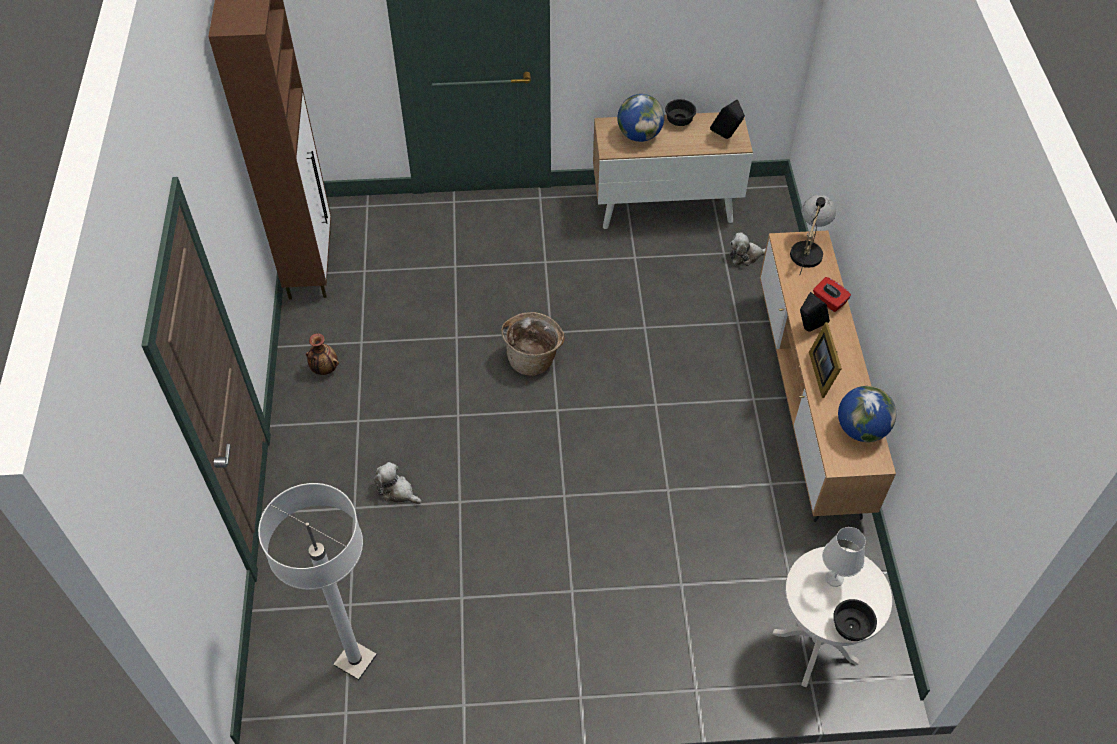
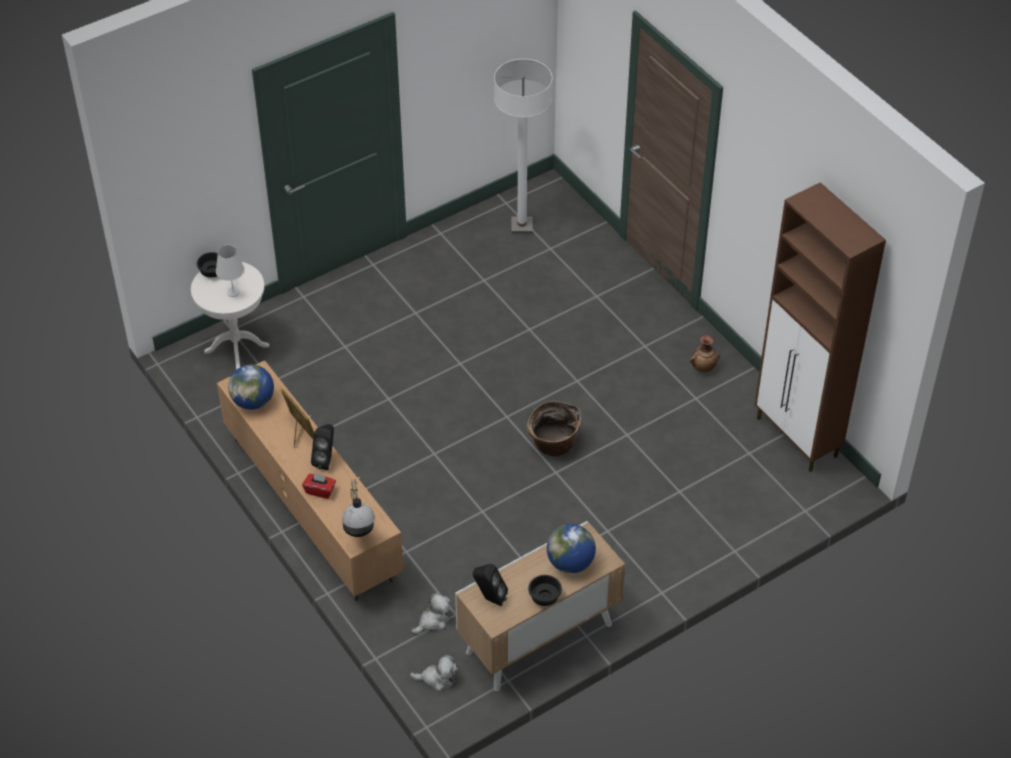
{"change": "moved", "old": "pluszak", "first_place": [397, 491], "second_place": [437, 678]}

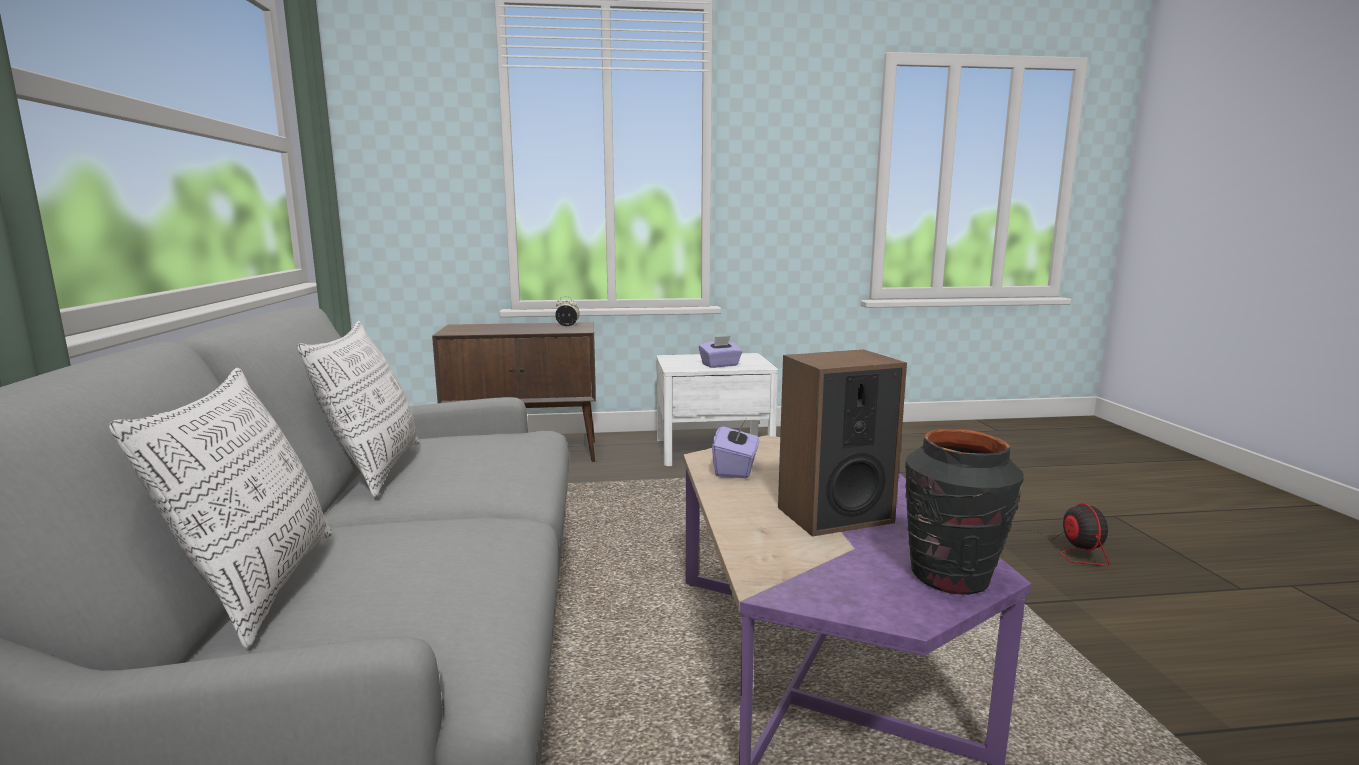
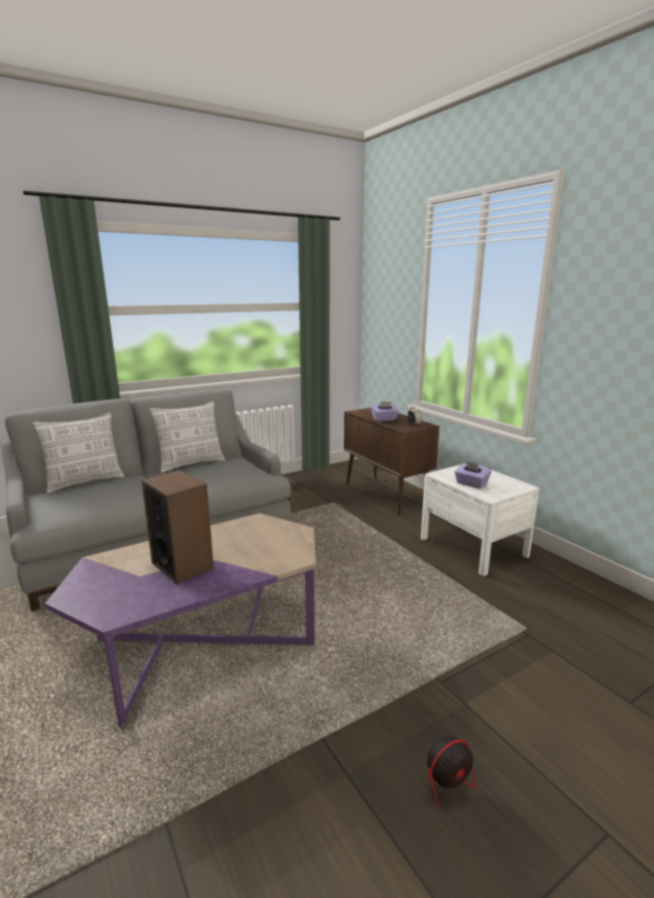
{"change": "moved", "old": "pudełko chusteczek/fioletowy", "first_place": [736, 469], "second_place": [384, 419]}
{"change": "removed", "old": "wazon/czarny", "first_place": [951, 577]}

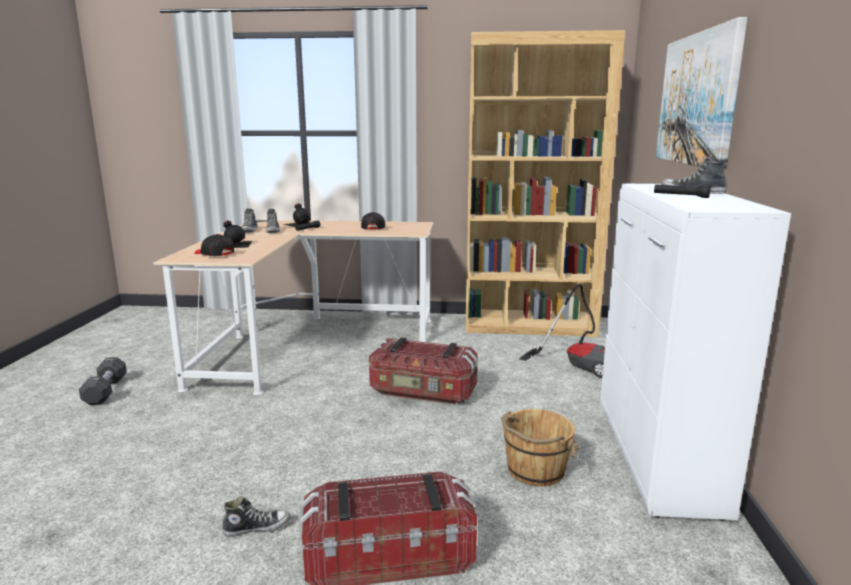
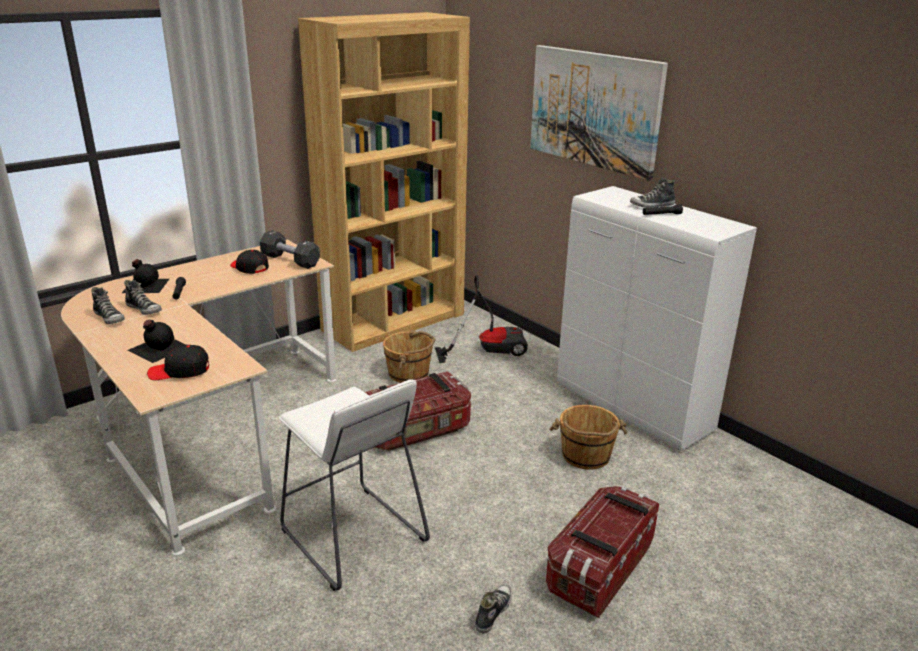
{"change": "moved", "old": "hantel/czarny", "first_place": [105, 391], "second_place": [290, 260]}
{"change": "added", "new": "wiadro/brązowy", "second_place": [409, 373]}
{"change": "added", "new": "stołek/biały", "second_place": [353, 536]}

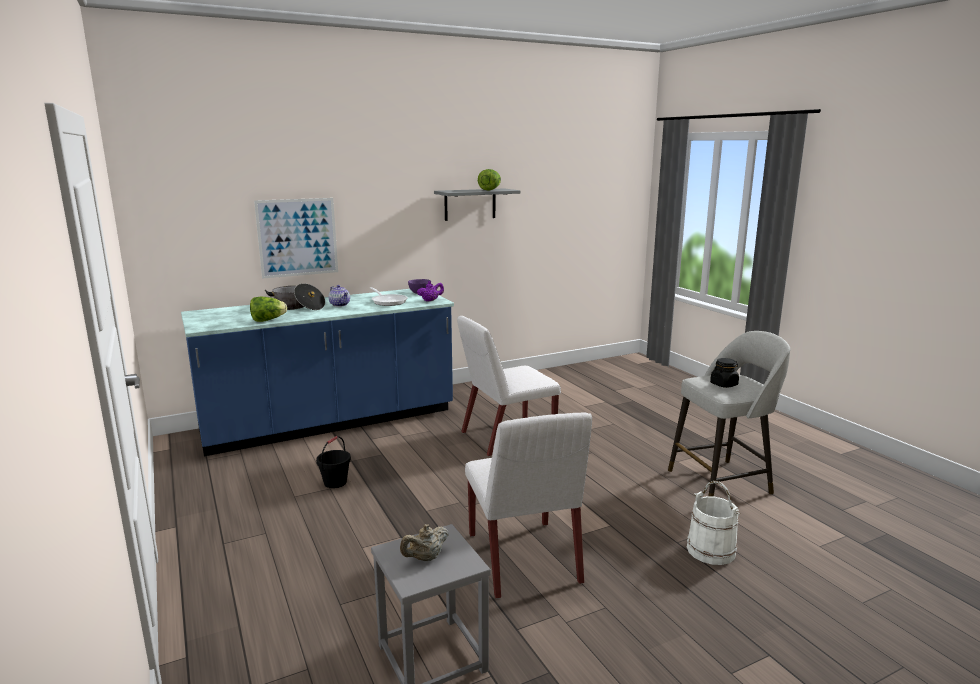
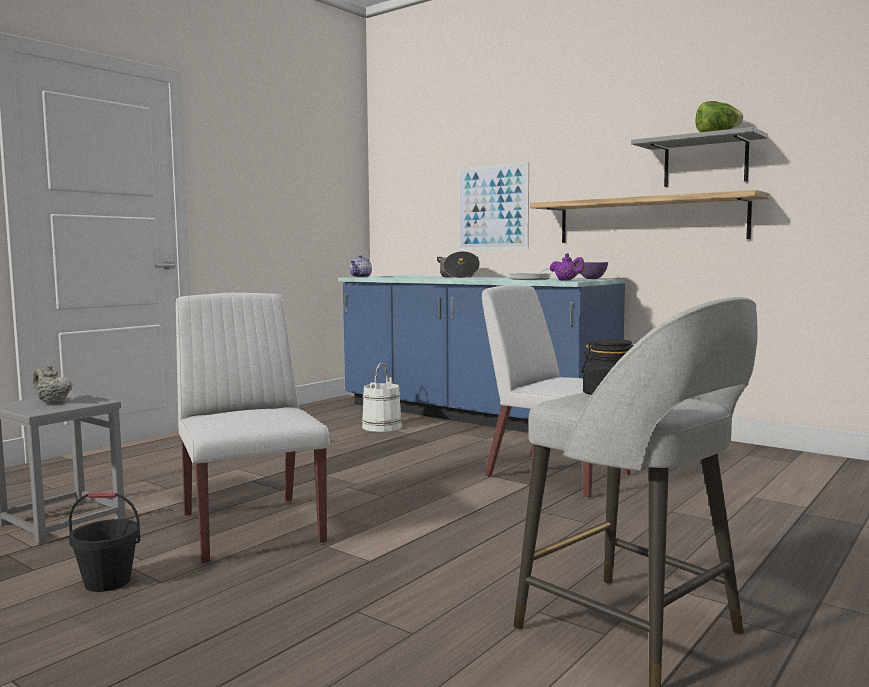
{"change": "moved", "old": "imbryk", "first_place": [340, 305], "second_place": [361, 277]}
{"change": "removed", "old": "sałata", "first_place": [268, 320]}
{"change": "turned", "old": "krzesło/biały", "first_place": [523, 559], "second_place": [251, 528], "degrees": 105}
{"change": "moved", "old": "wiadro/czarny", "first_place": [335, 482], "second_place": [108, 582]}
{"change": "moved", "old": "wiadro/biały", "first_place": [711, 550], "second_place": [382, 427]}
{"change": "added", "new": "półka", "second_place": [649, 220]}

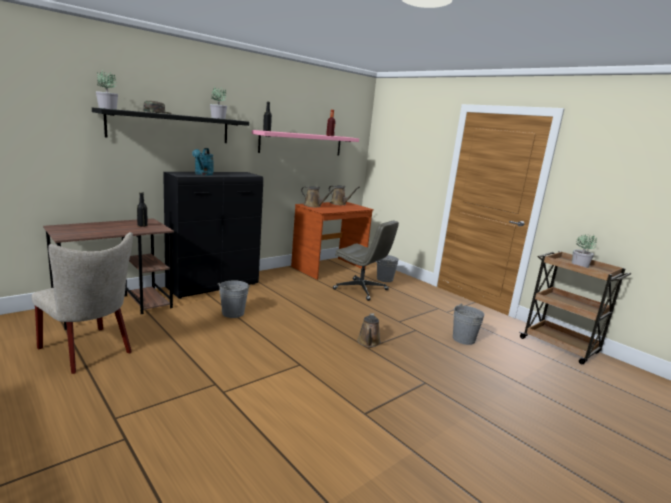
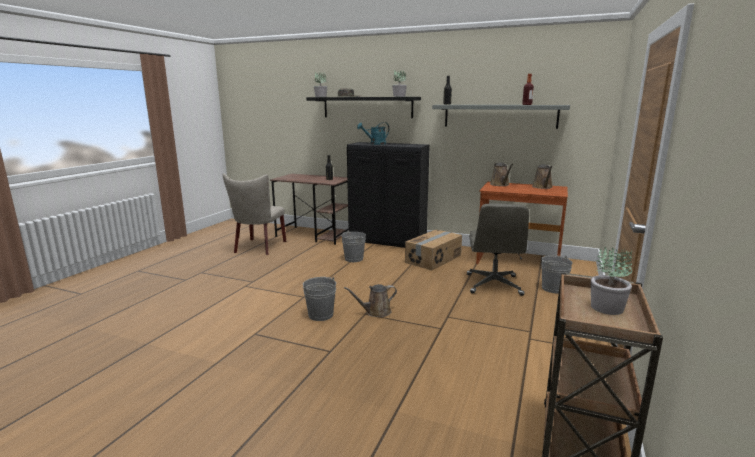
{"change": "recoloured", "old": "półka/różowy", "new": "półka/szary", "first_place": [302, 144], "second_place": [499, 116]}
{"change": "moved", "old": "wiadro/szary", "first_place": [463, 339], "second_place": [321, 315]}
{"change": "added", "new": "karton", "second_place": [434, 259]}

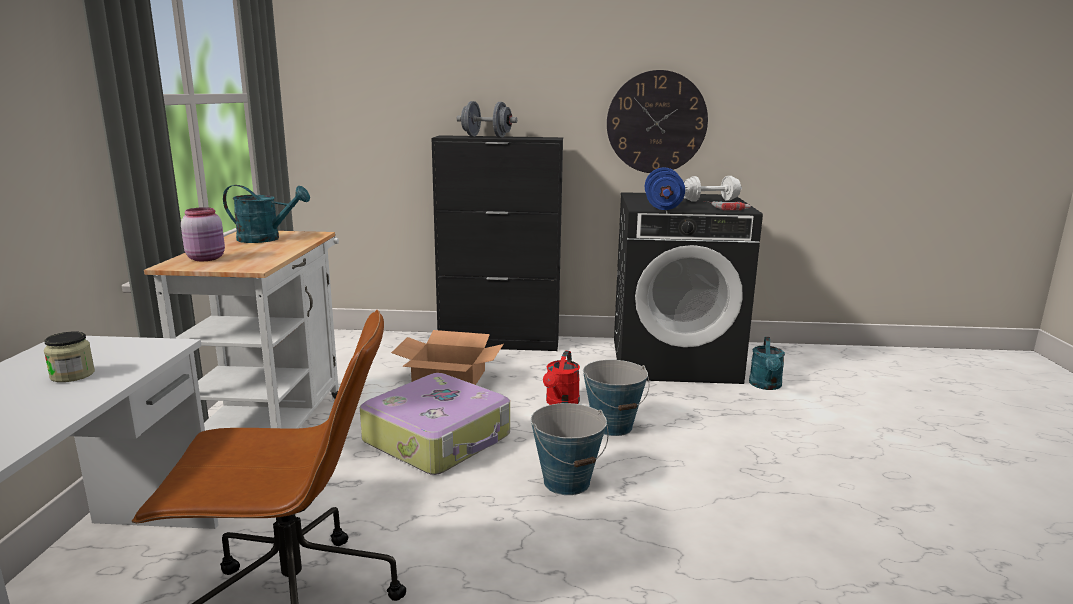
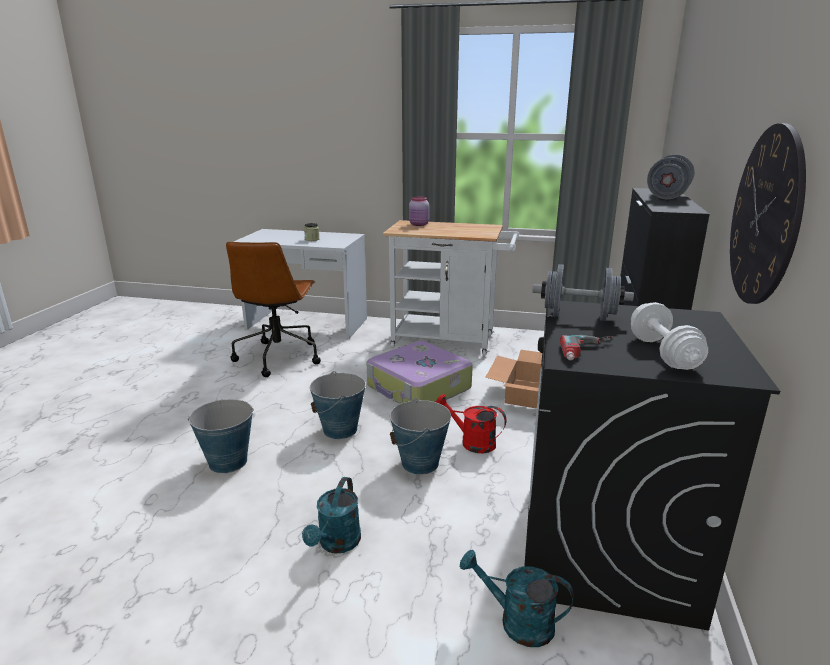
{"change": "recoloured", "old": "hantel/niebieski", "new": "hantel/szary", "first_place": [663, 207], "second_place": [579, 317]}
{"change": "moved", "old": "konewka/turkusowy", "first_place": [266, 239], "second_place": [336, 544]}
{"change": "added", "new": "wiadro", "second_place": [227, 462]}

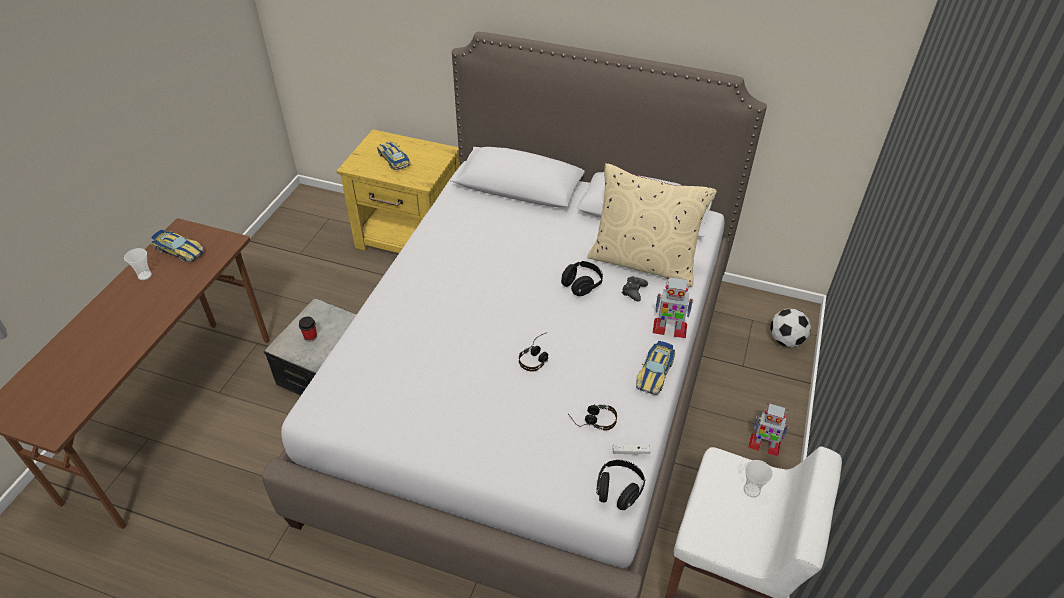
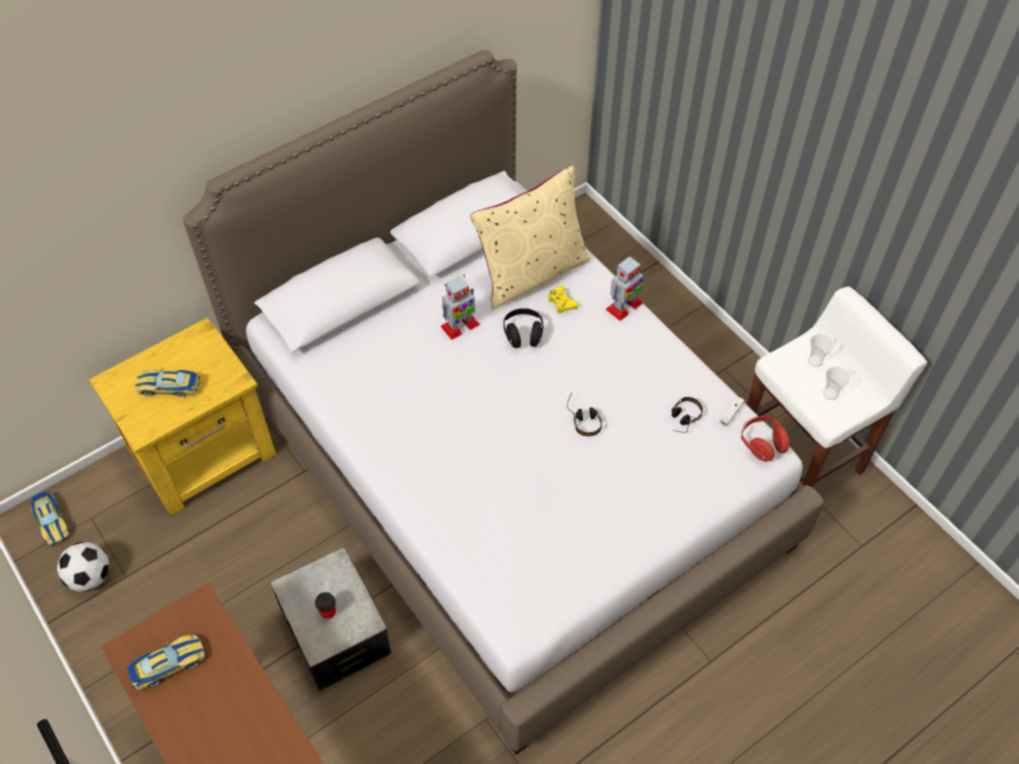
{"change": "moved", "old": "filiżanka", "first_place": [144, 275], "second_place": [830, 393]}
{"change": "recoloured", "old": "pad do gier/czarny", "new": "pad do gier/żółty", "first_place": [634, 291], "second_place": [561, 302]}
{"change": "moved", "old": "piłka futbolowa", "first_place": [785, 340], "second_place": [90, 577]}
{"change": "moved", "old": "samochodzik", "first_place": [655, 372], "second_place": [51, 521]}
{"change": "moved", "old": "robot zabawkowy", "first_place": [764, 445], "second_place": [460, 326]}
{"change": "recoloured", "old": "słuchawki/czarny", "new": "słuchawki/czerwony", "first_place": [618, 490], "second_place": [762, 444]}

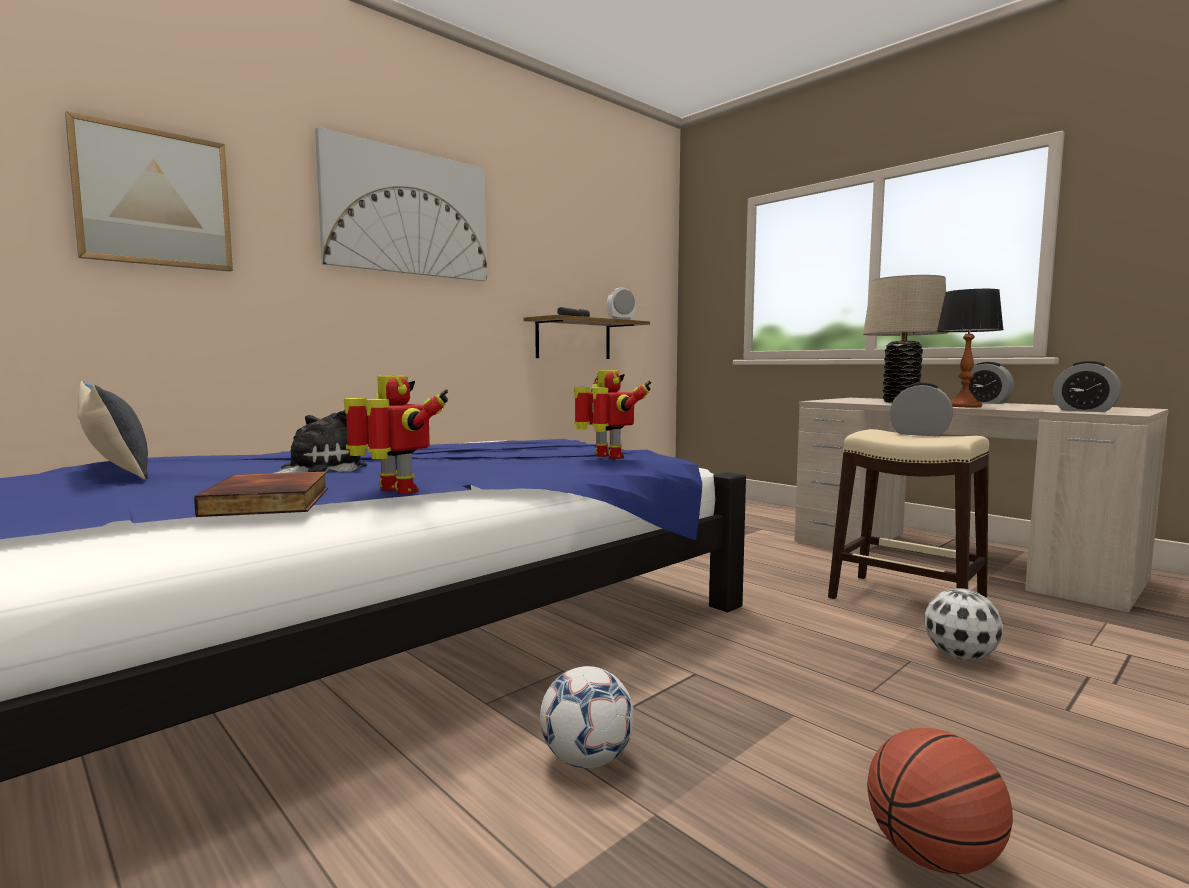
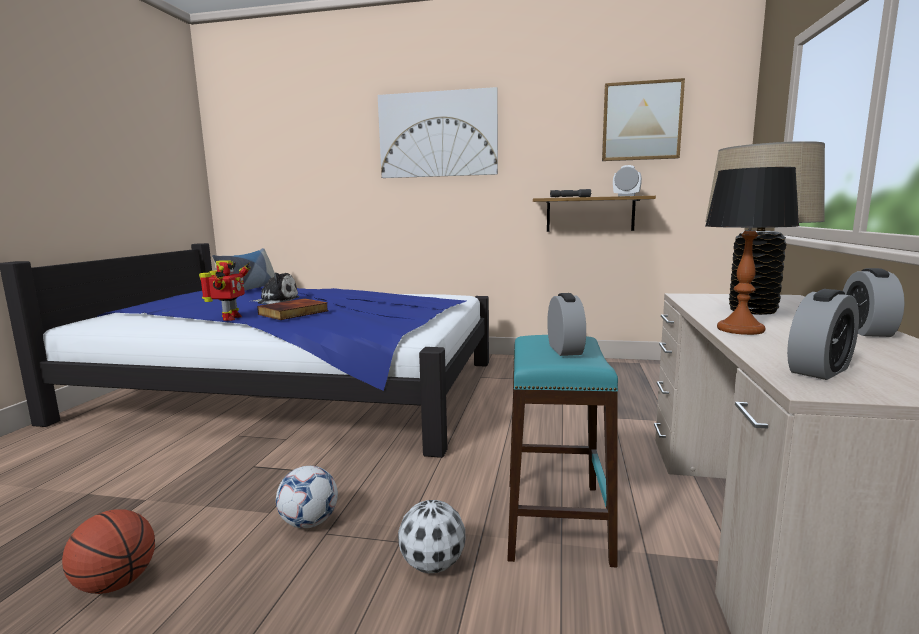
{"change": "moved", "old": "obraz", "first_place": [154, 199], "second_place": [641, 121]}
{"change": "turned", "old": "budzik", "first_place": [1084, 410], "second_place": [819, 370], "degrees": -135}
{"change": "removed", "old": "robot zabawkowy", "first_place": [607, 457]}
{"change": "recoloured", "old": "stołek/beżowy", "new": "stołek/turkusowy", "first_place": [906, 601], "second_place": [555, 520]}
{"change": "moved", "old": "książka", "first_place": [271, 501], "second_place": [294, 313]}
{"change": "moved", "old": "piłka futbolowa", "first_place": [587, 759], "second_place": [309, 522]}

